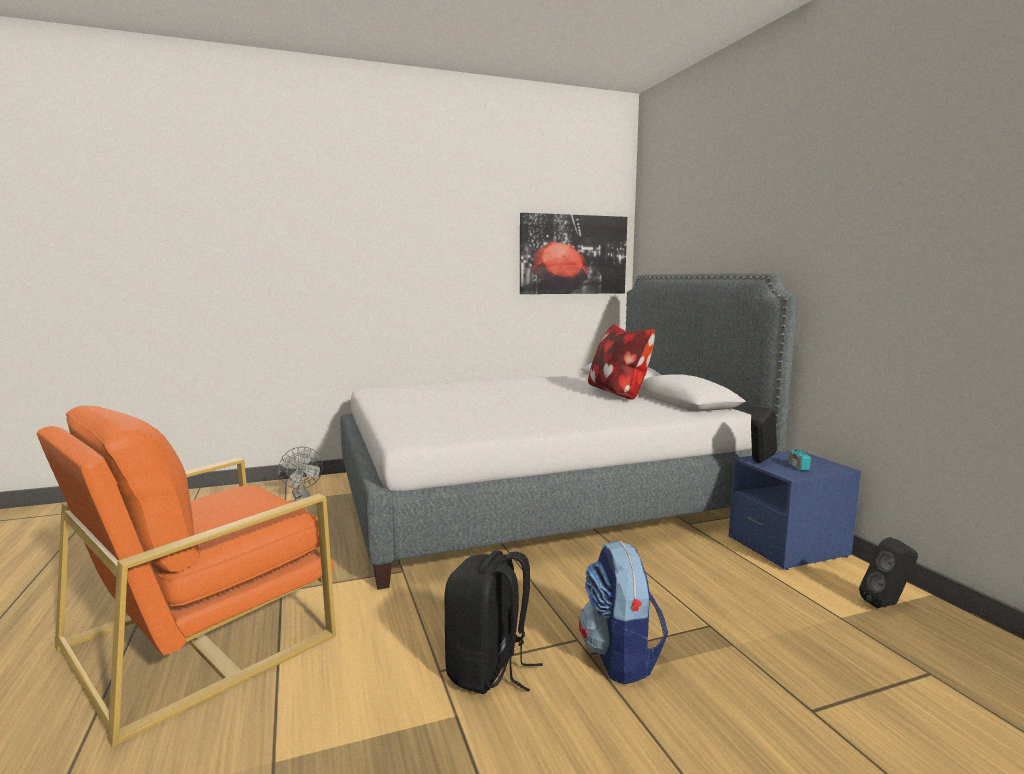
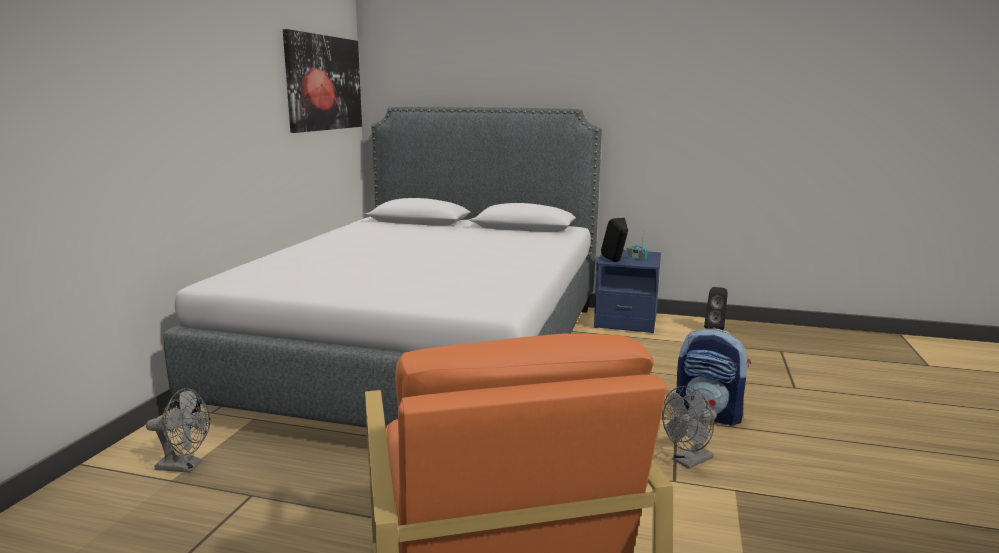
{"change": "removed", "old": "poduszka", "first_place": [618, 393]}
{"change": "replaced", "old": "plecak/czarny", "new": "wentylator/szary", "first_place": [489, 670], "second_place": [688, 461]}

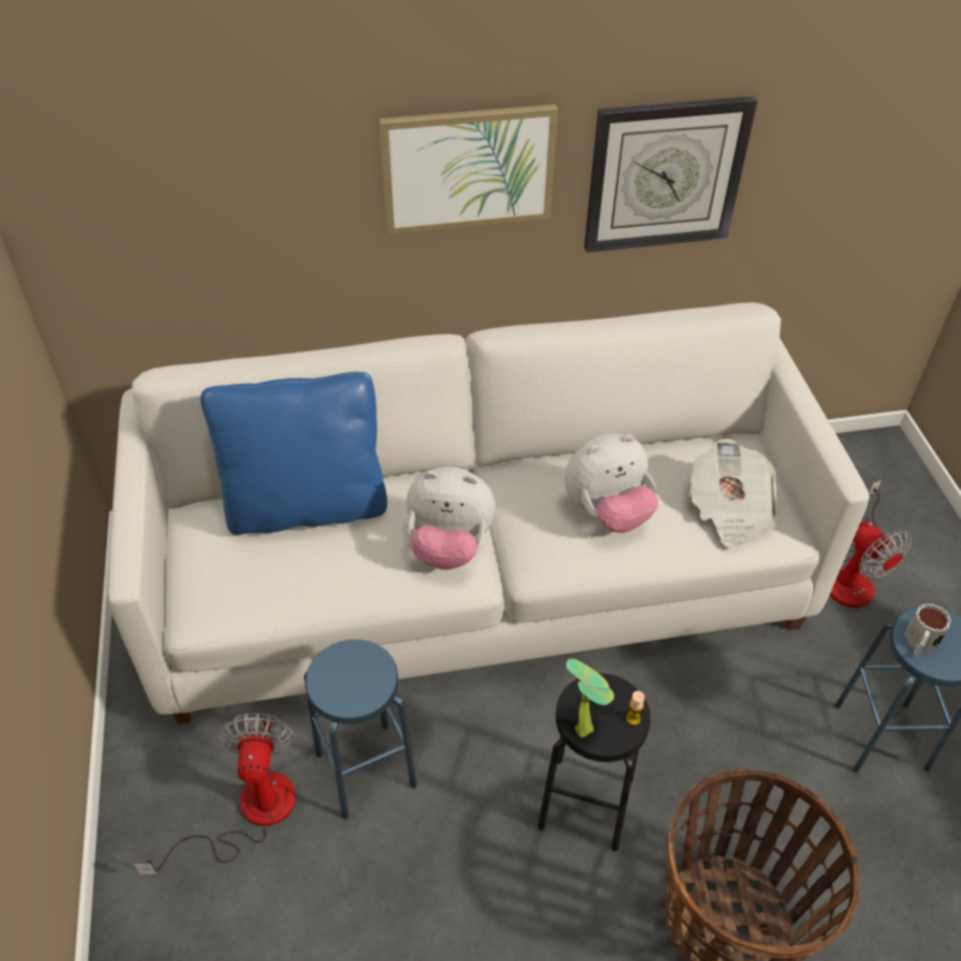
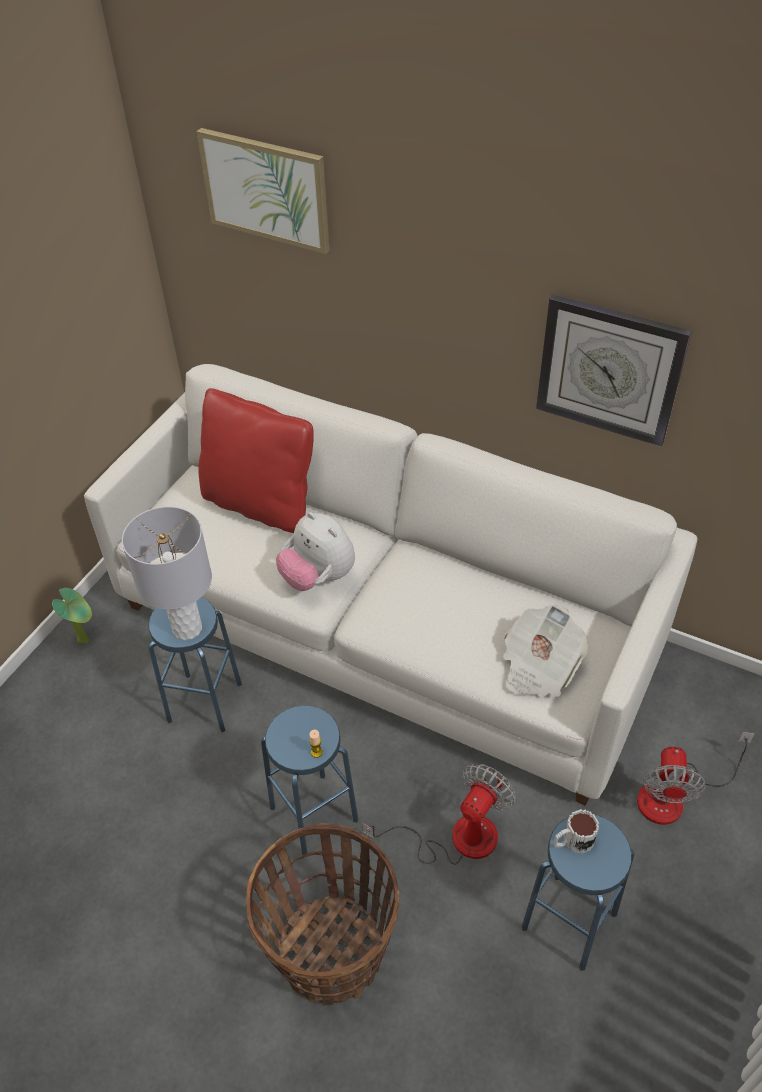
{"change": "moved", "old": "obraz", "first_place": [468, 168], "second_place": [266, 189]}
{"change": "recoloured", "old": "poduszka/niebieski", "new": "poduszka/czerwony", "first_place": [307, 506], "second_place": [260, 504]}
{"change": "removed", "old": "pluszak", "first_place": [607, 512]}
{"change": "moved", "old": "roślina doniczkowa", "first_place": [584, 726], "second_place": [85, 638]}
{"change": "recoloured", "old": "stołek/czarny", "new": "stołek/niebieski", "first_place": [586, 803], "second_place": [314, 814]}
{"change": "moved", "old": "wentylator", "first_place": [249, 813], "second_place": [456, 838]}
{"change": "added", "new": "lampa stołowa/szary", "second_place": [187, 628]}

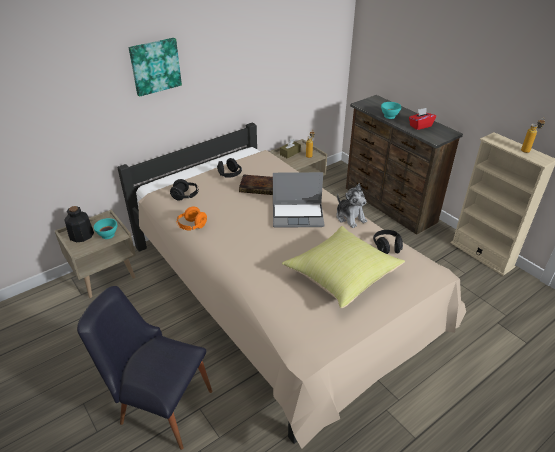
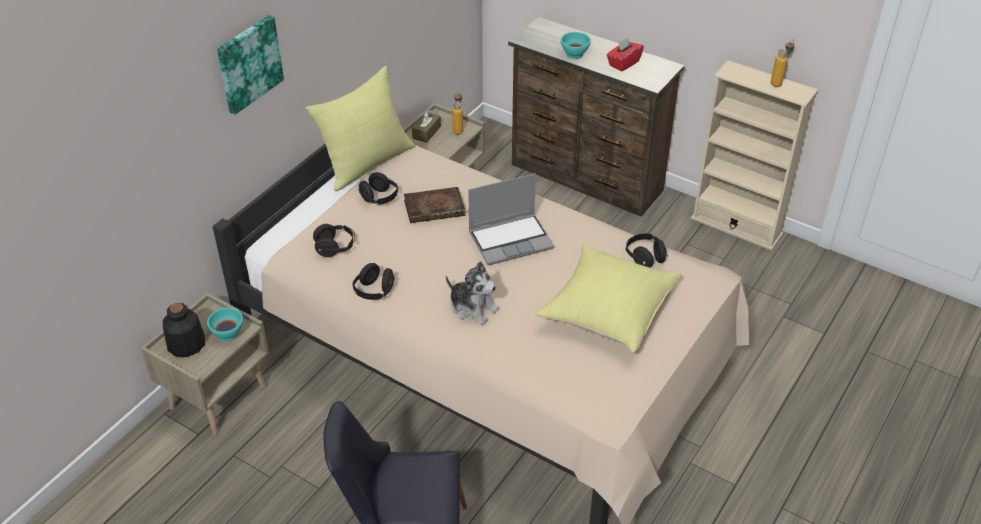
{"change": "moved", "old": "pluszak", "first_place": [350, 217], "second_place": [473, 307]}
{"change": "recoloured", "old": "słuchawki/pomarańczowy", "new": "słuchawki/czarny", "first_place": [192, 226], "second_place": [374, 292]}
{"change": "added", "new": "poduszka/żółty", "second_place": [366, 162]}

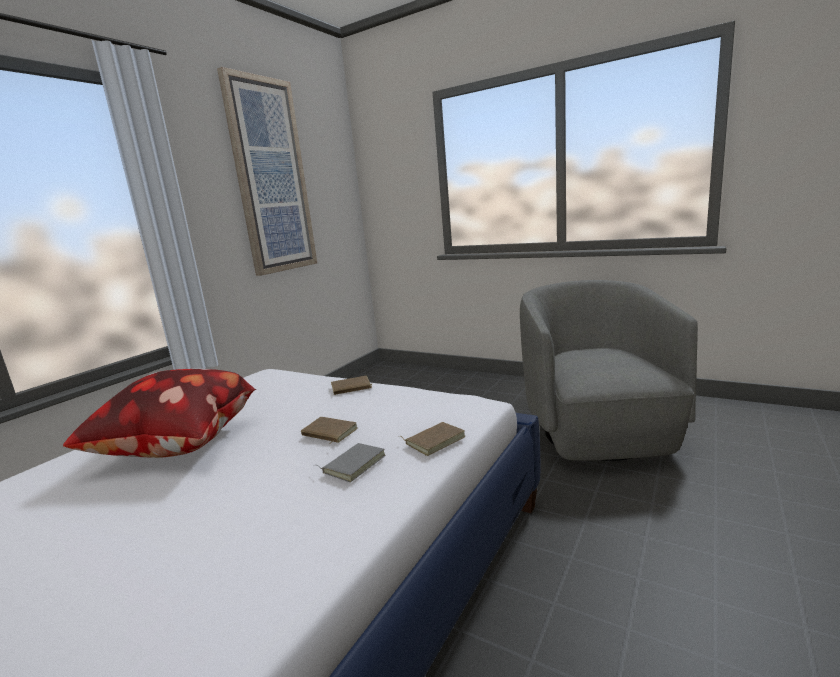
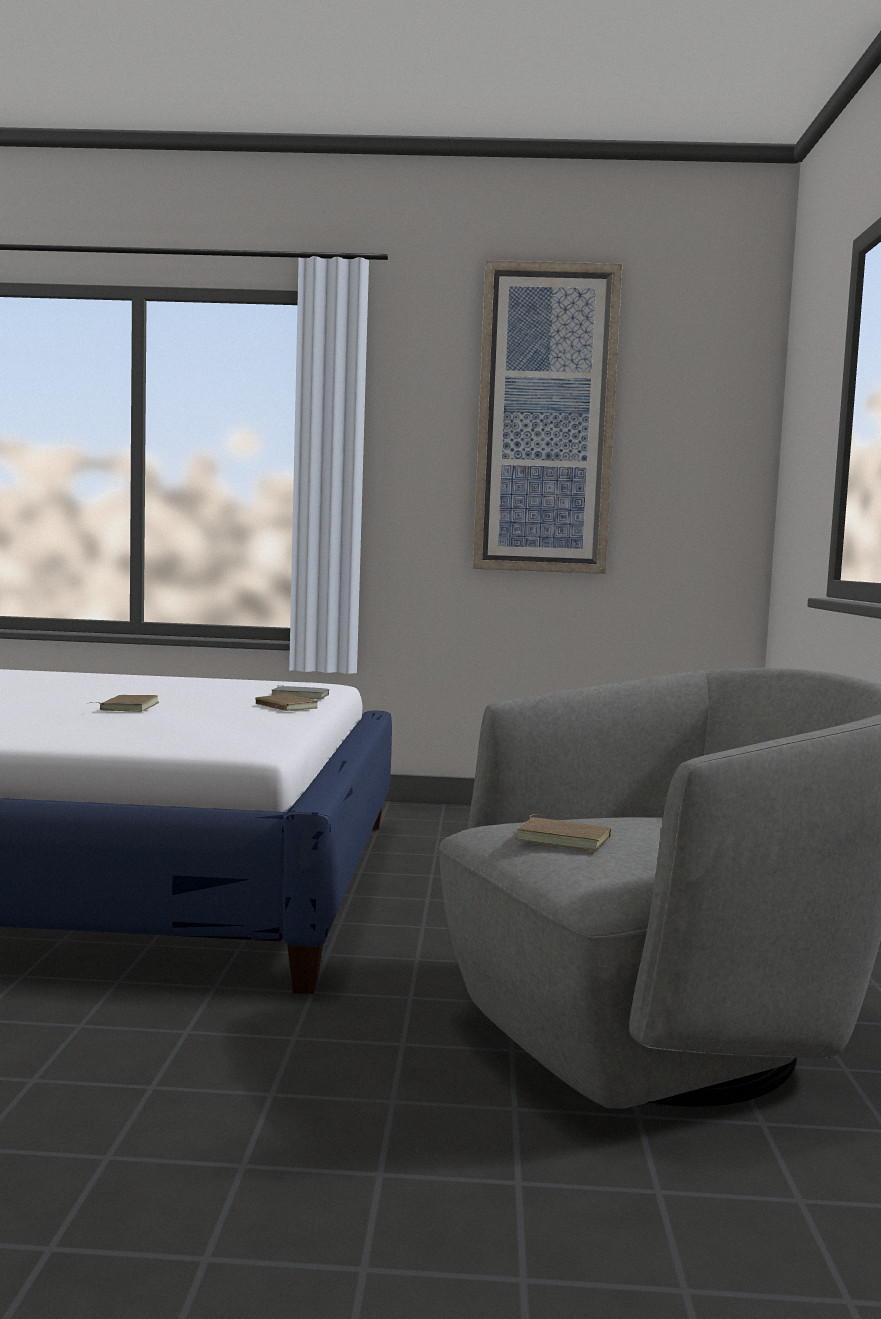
{"change": "removed", "old": "poduszka", "first_place": [179, 448]}
{"change": "moved", "old": "książka/brązowy", "first_place": [434, 440], "second_place": [564, 839]}
{"change": "moved", "old": "książka/szary", "first_place": [353, 464], "second_place": [300, 696]}

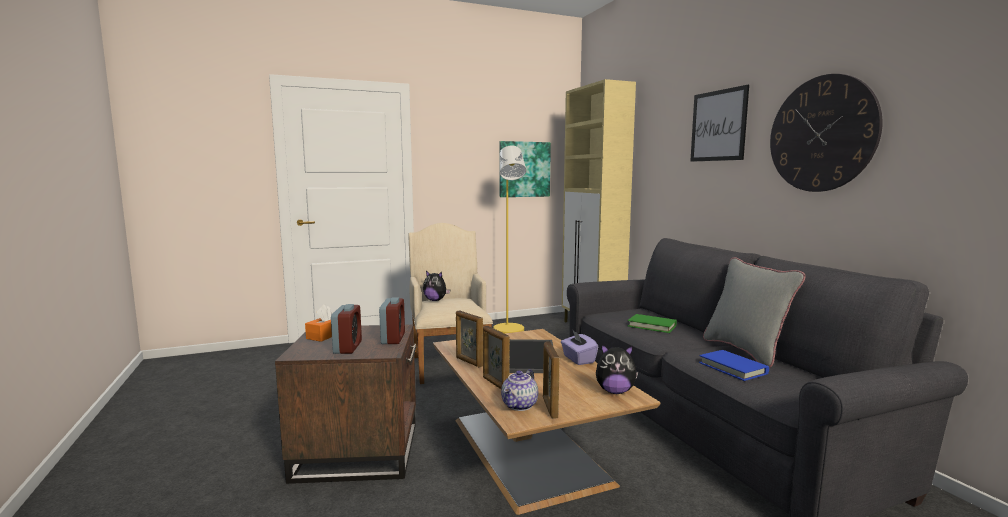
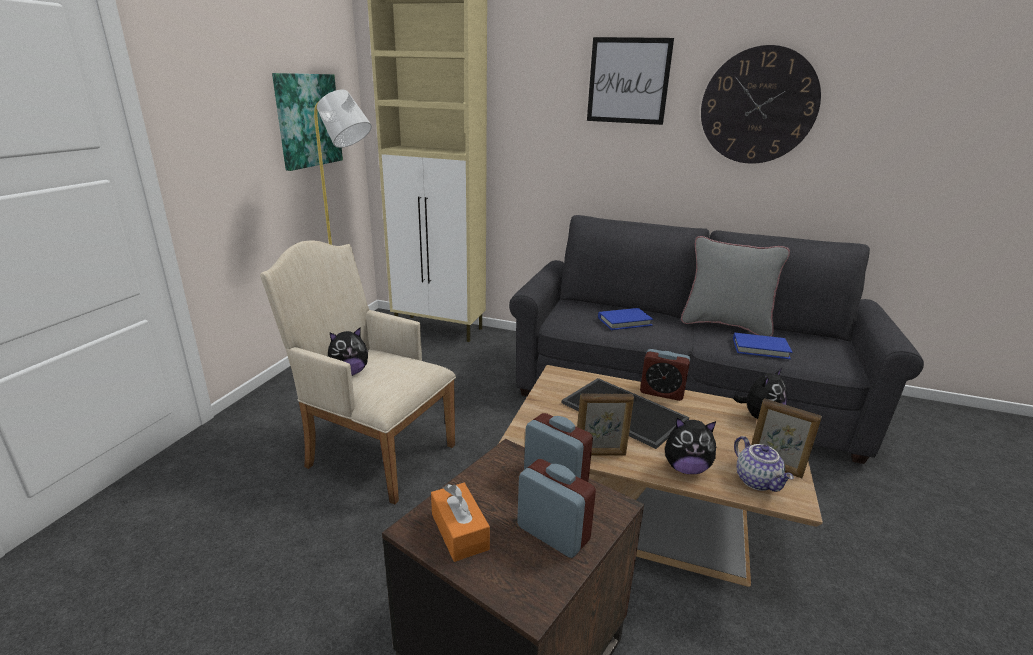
{"change": "recoloured", "old": "książka/zielony", "new": "książka/niebieski", "first_place": [652, 326], "second_place": [624, 321]}
{"change": "replaced", "old": "ramka na zdjęcie", "new": "pluszak", "first_place": [495, 384], "second_place": [686, 468]}
{"change": "replaced", "old": "pudełko chusteczek/fioletowy", "new": "budzik", "first_place": [578, 359], "second_place": [662, 392]}

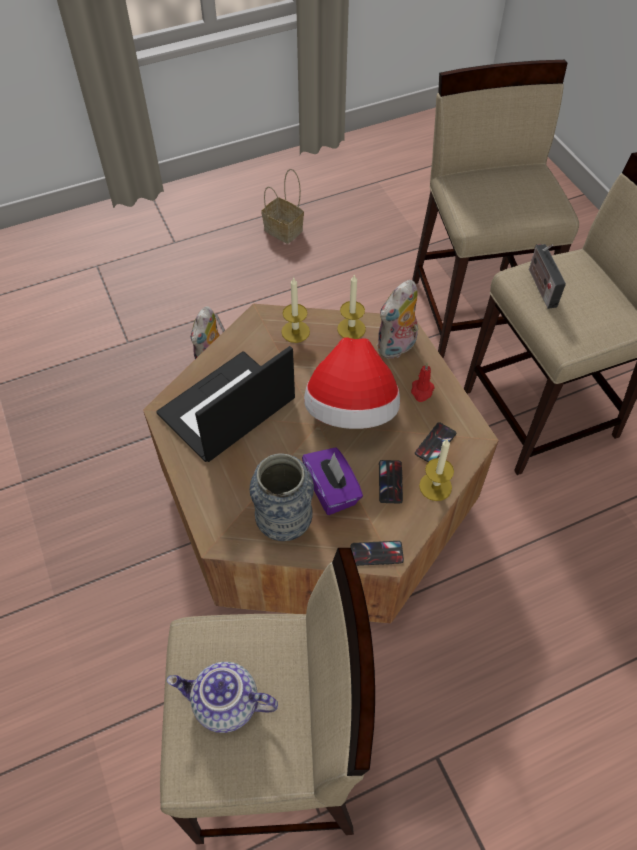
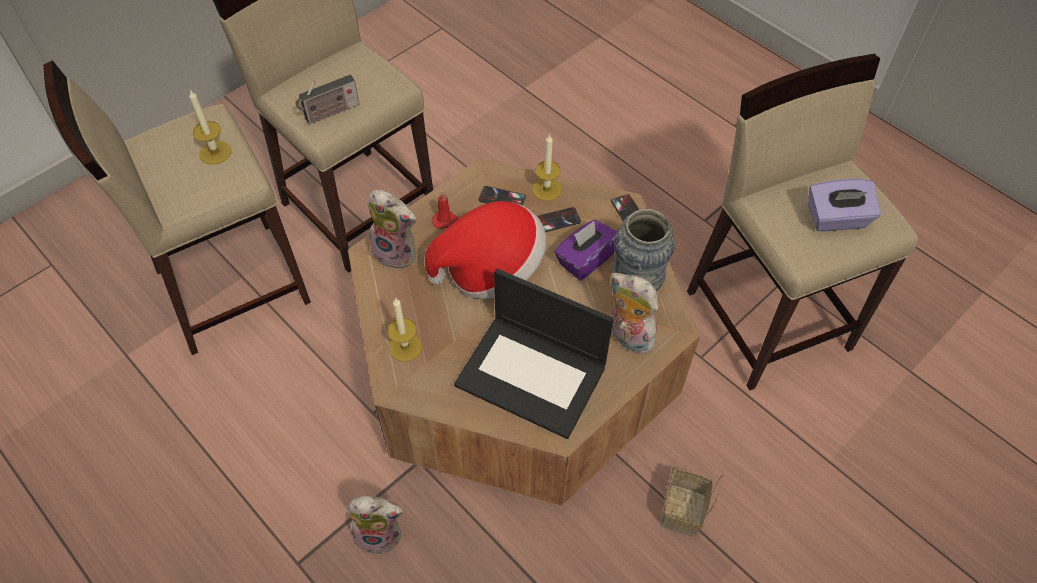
{"change": "moved", "old": "koszyk", "first_place": [284, 230], "second_place": [682, 508]}
{"change": "moved", "old": "świeca", "first_place": [351, 329], "second_place": [215, 152]}
{"change": "replaced", "old": "imbryk", "new": "pudełko chusteczek/fioletowy", "first_place": [225, 705], "second_place": [836, 219]}
{"change": "added", "new": "pluszak", "second_place": [627, 336]}

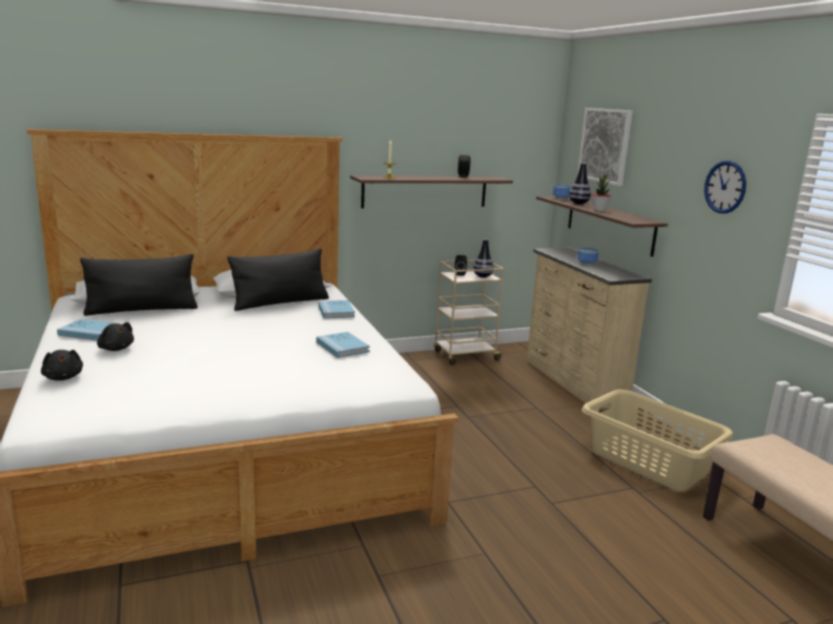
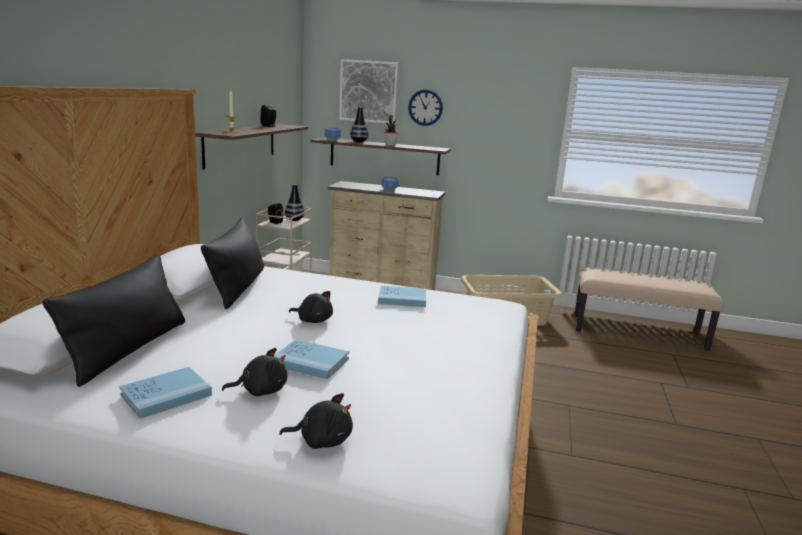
{"change": "moved", "old": "zegar ścienny", "first_place": [725, 187], "second_place": [425, 107]}
{"change": "moved", "old": "książka/niebieski", "first_place": [336, 311], "second_place": [310, 362]}
{"change": "added", "new": "pluszak/czarny", "second_place": [313, 320]}

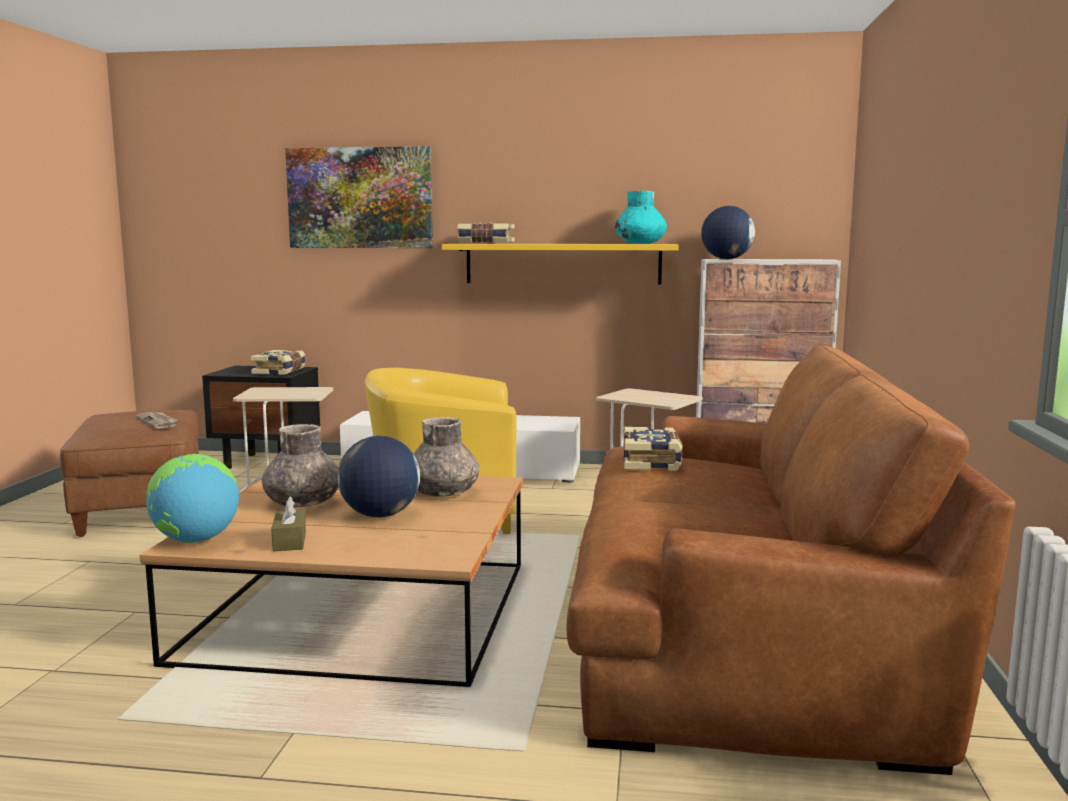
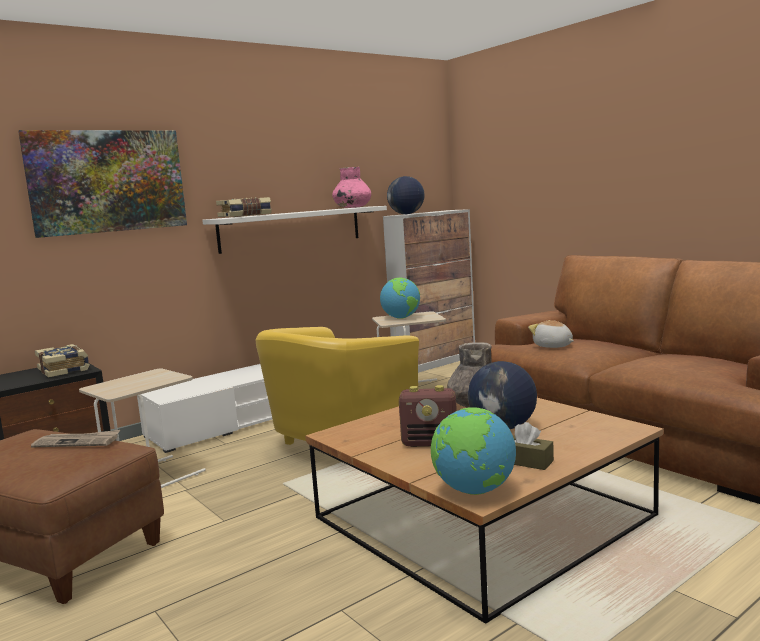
{"change": "recoloured", "old": "wazon/turkusowy", "new": "wazon/różowy", "first_place": [640, 243], "second_place": [352, 207]}
{"change": "recoloured", "old": "półka/żółty", "new": "półka/biały", "first_place": [563, 263], "second_place": [291, 229]}
{"change": "replaced", "old": "wazon/szary", "new": "radio", "first_place": [303, 503], "second_place": [430, 443]}
{"change": "replaced", "old": "książka", "new": "pluszak", "first_place": [652, 462], "second_place": [553, 346]}
{"change": "added", "new": "globus", "second_place": [401, 318]}

